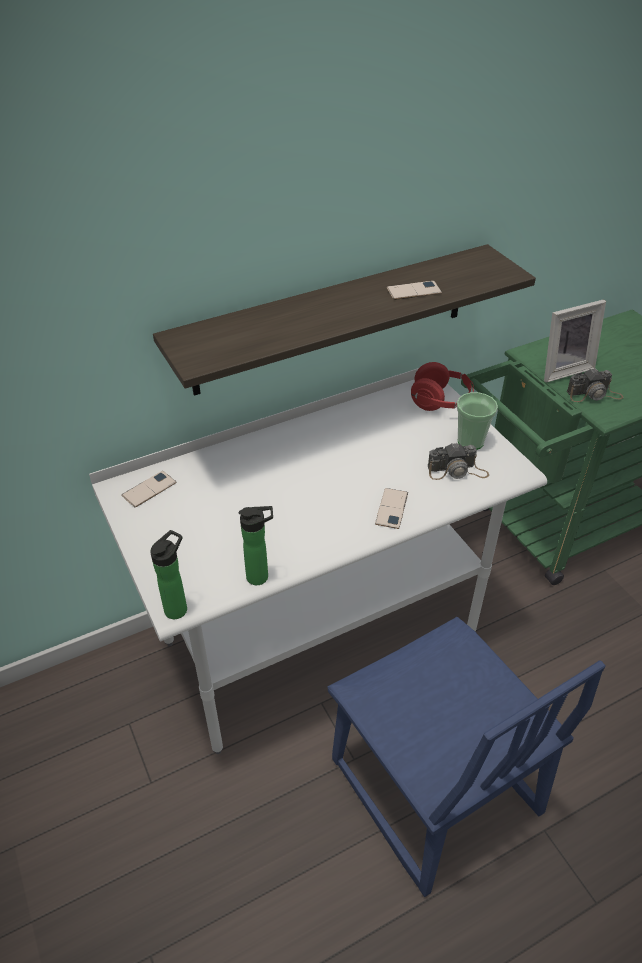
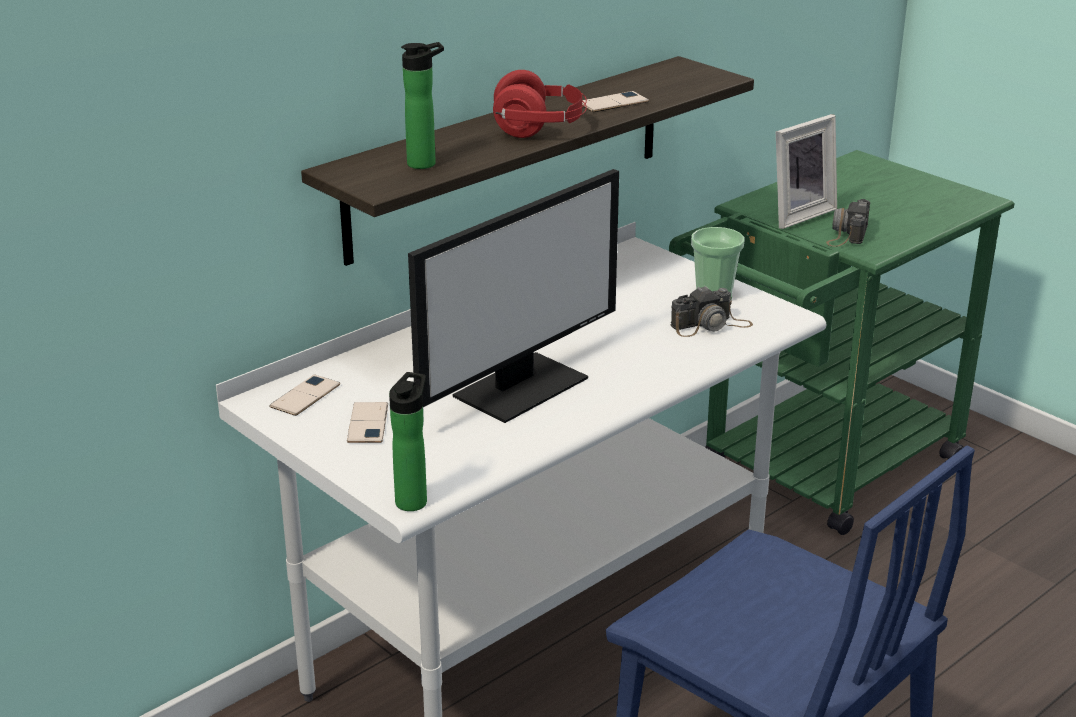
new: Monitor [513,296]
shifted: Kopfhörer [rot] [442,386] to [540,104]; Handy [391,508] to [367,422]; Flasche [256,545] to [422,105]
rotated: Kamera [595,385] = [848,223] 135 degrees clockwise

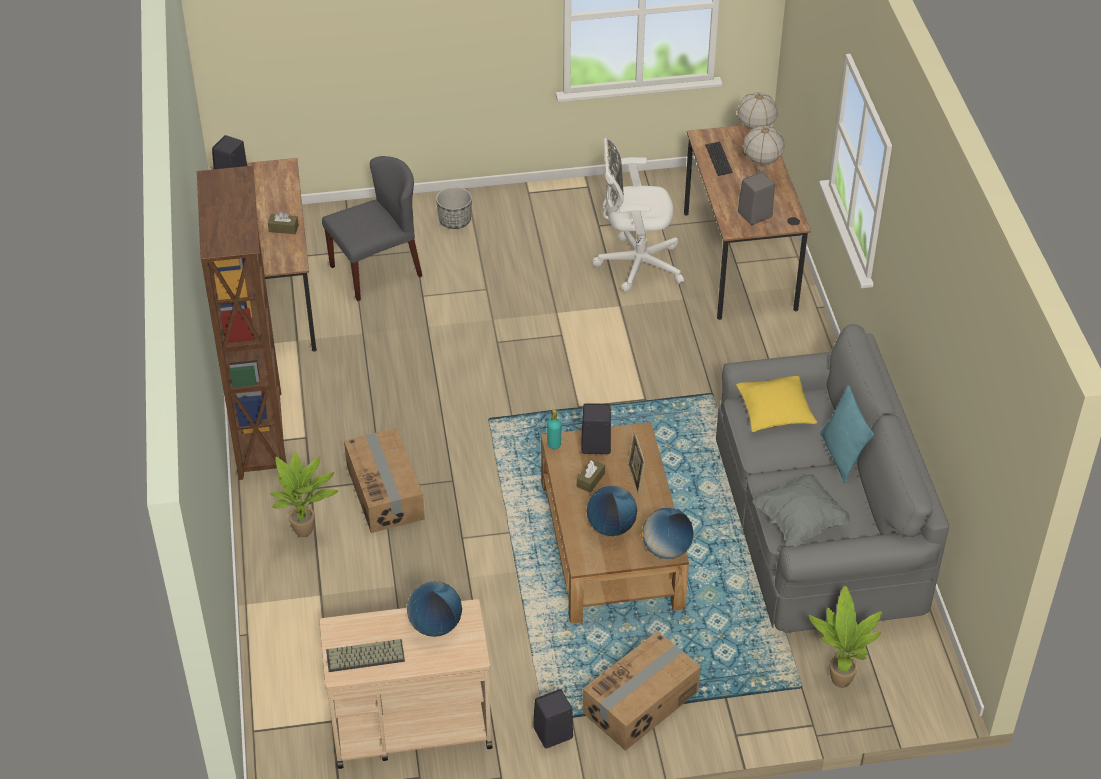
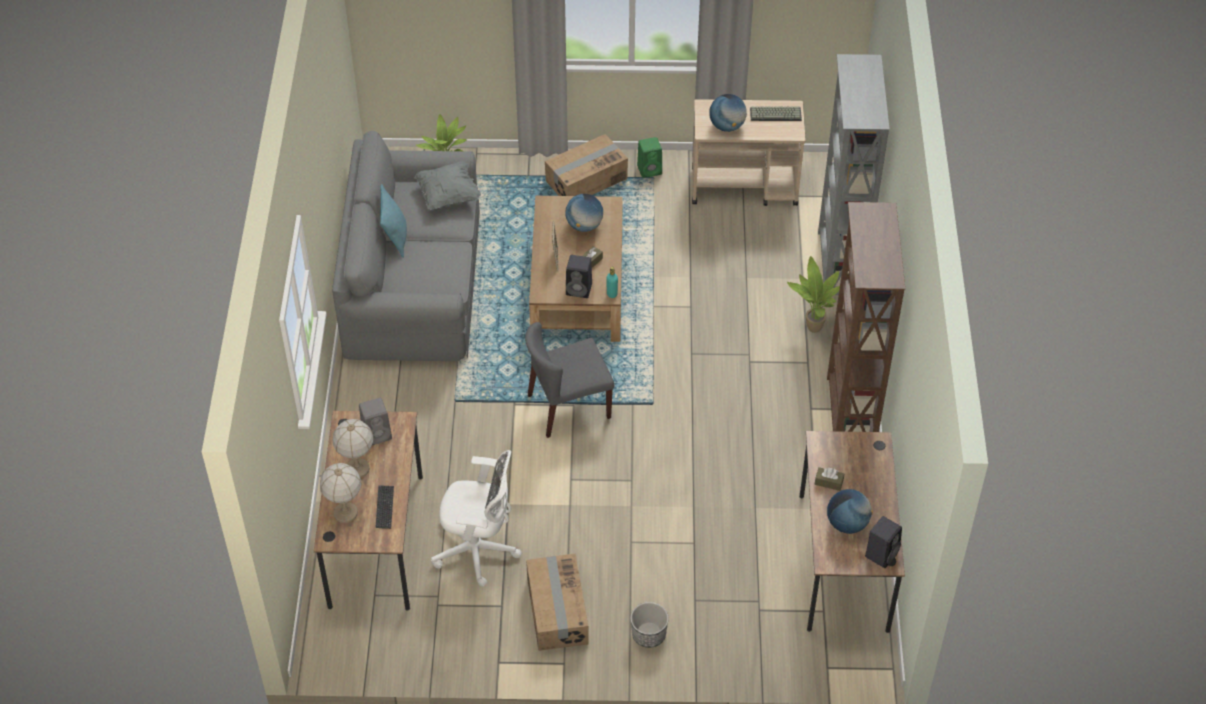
gone: Kissen [gelb] [776,404]
new: Bücherregal [grau] [854,174]
shifted: Stuhl [grau] [372,228] to [569,380]; Karton [384,480] to [557,602]; Globus [667,533] to [850,511]
repainted: Lautsprecher [schwarz] [553,718] to Lautsprecher [grün] [649,157]

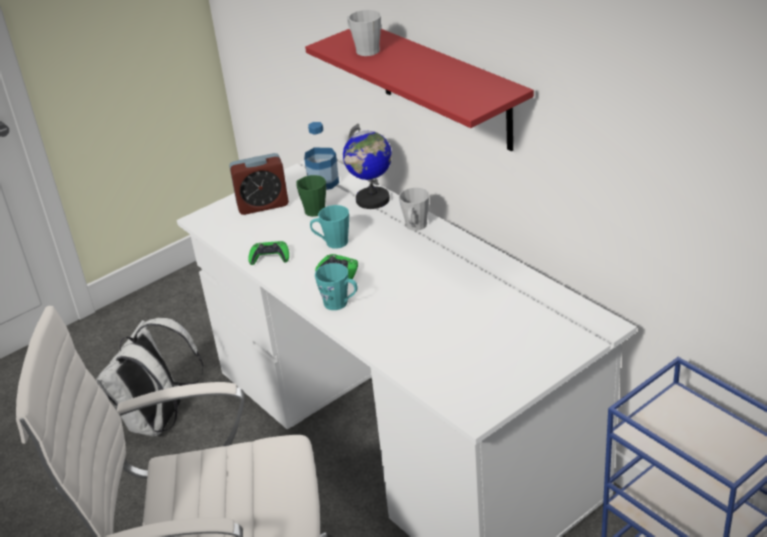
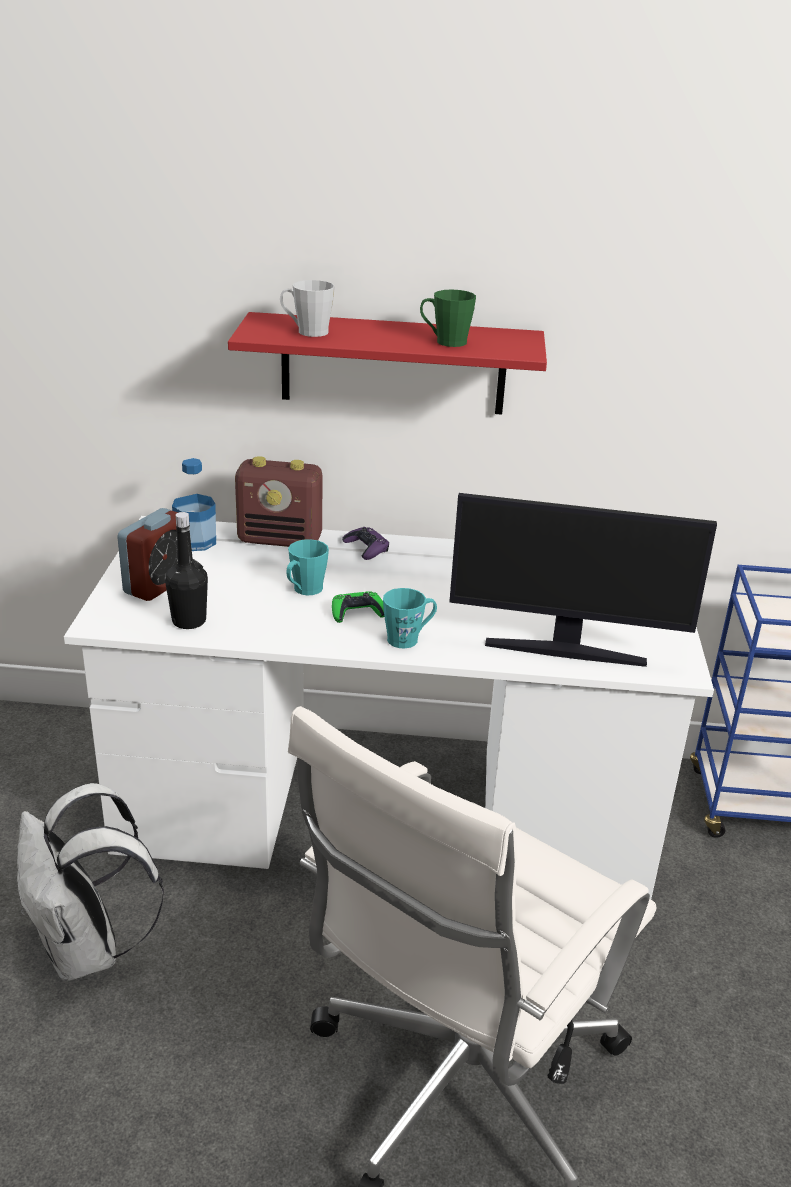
gone: Gamepad [grün] [268,253]
new: Monitor [583,580]; Flasche [schwarz] [186,570]
shifted: Henkelbecher [grün] [311,196] to [448,318]
swapped: Globus [367,166] to Radio [279,501]; Henkelbecher [grau] [414,209] to Gamepad [lila] [365,543]

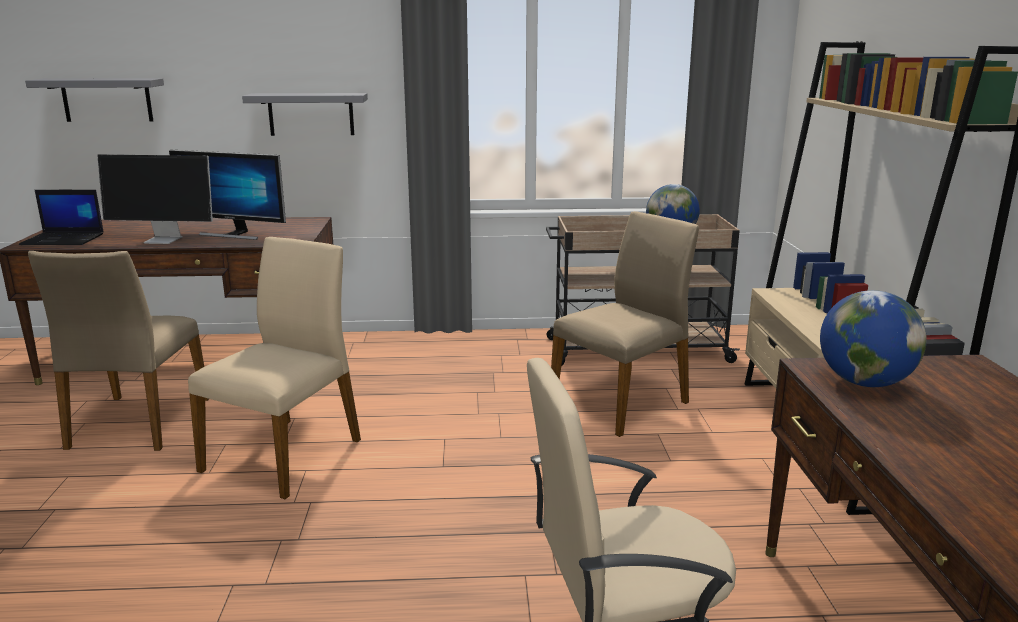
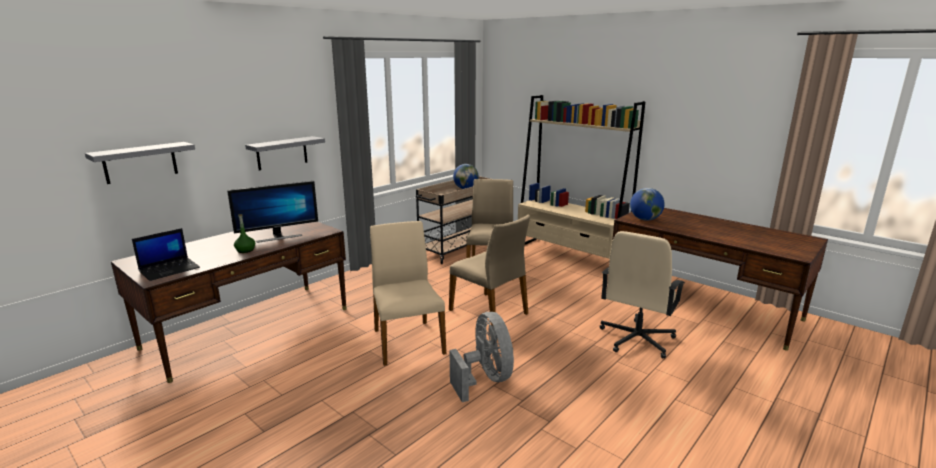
new: Ventilator [grau] [482,357]
shifted: Stuhl [beige] [118,351] to [489,270]
swapped: Monitor [155,199] to Flasche [grün] [244,233]

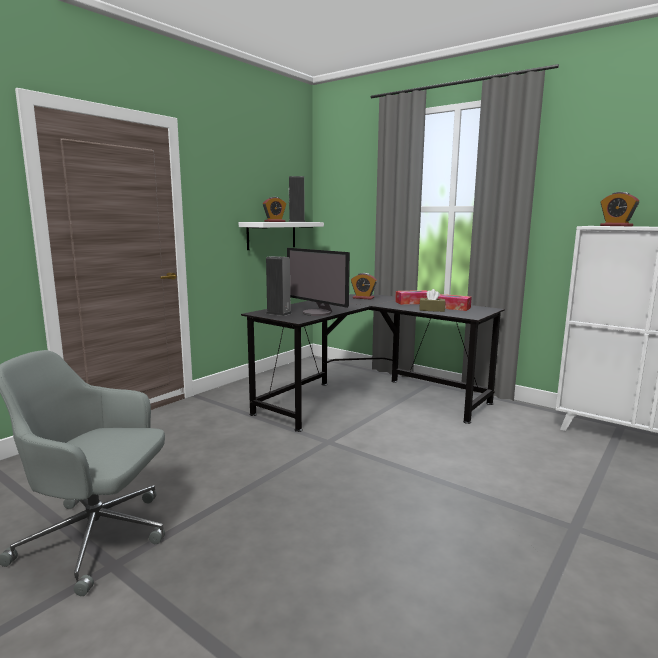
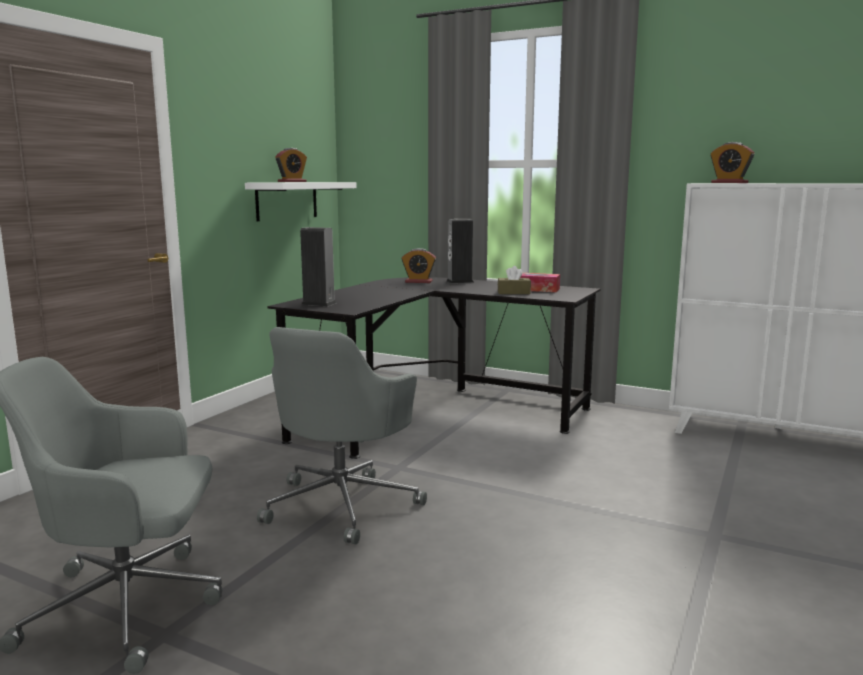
gone: Monitor [318,282]; Taschentuchbox [411,297]
new: Bürostuhl [grau] [342,435]
shifted: Lautsprecher [297,199] to [460,251]

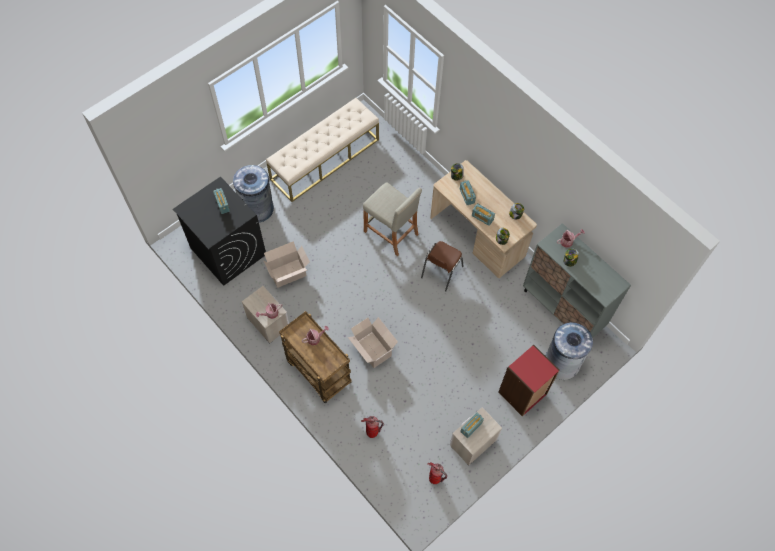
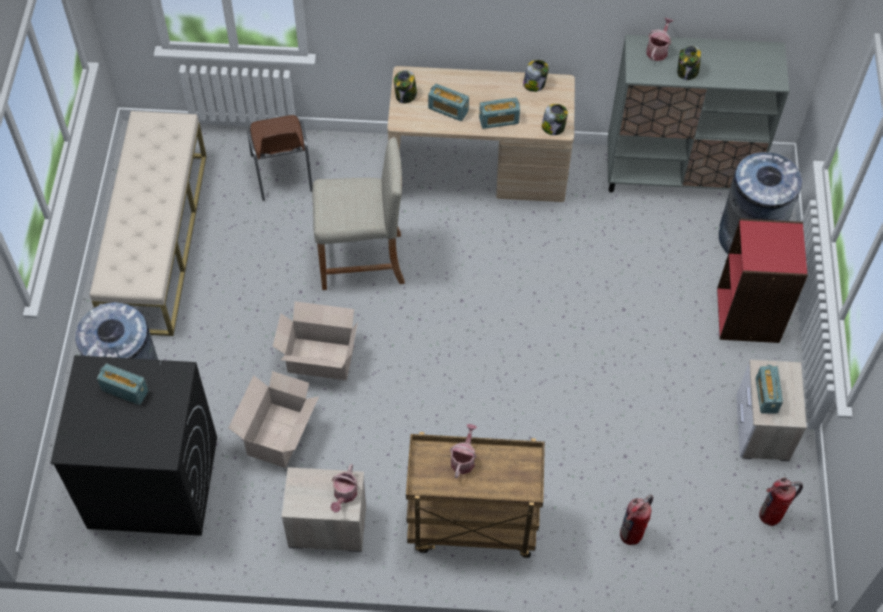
shifted: Stuhl [braun] [442,266] to [279,158]; Karton [373,342] to [315,340]

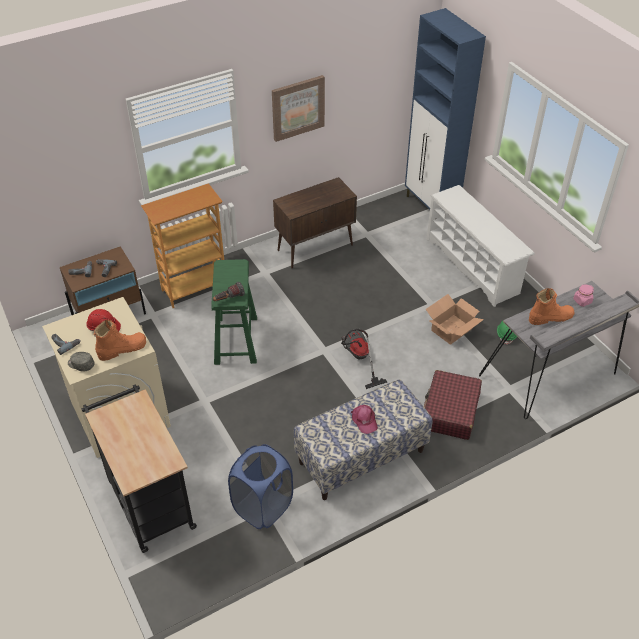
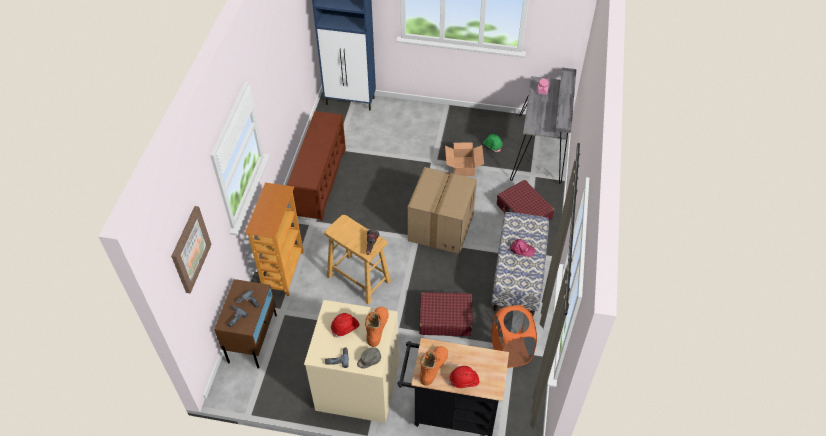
gone: Schuhregal [weiß] [481,246]
new: Koffer [rot] [446,314]; Schutzhelm [rot] [464,377]
shifted: Bild [298,108] to [191,250]; Stiefel [orange] [551,306] to [433,366]
swapped: Schrank [braun] [315,223] to Schuhregal [braun] [316,166]; Staubsauger [364,359] to Karton [442,210]
repainted: Hocker [grün] [234,312] to Hocker [beige] [357,260]; Wäschekorb [blau] [260,486] to Wäschekorb [orange] [514,336]

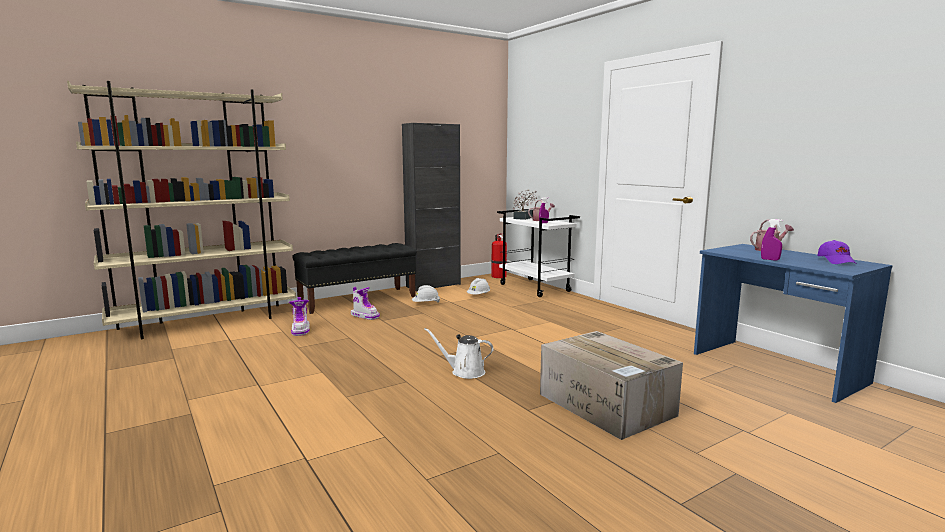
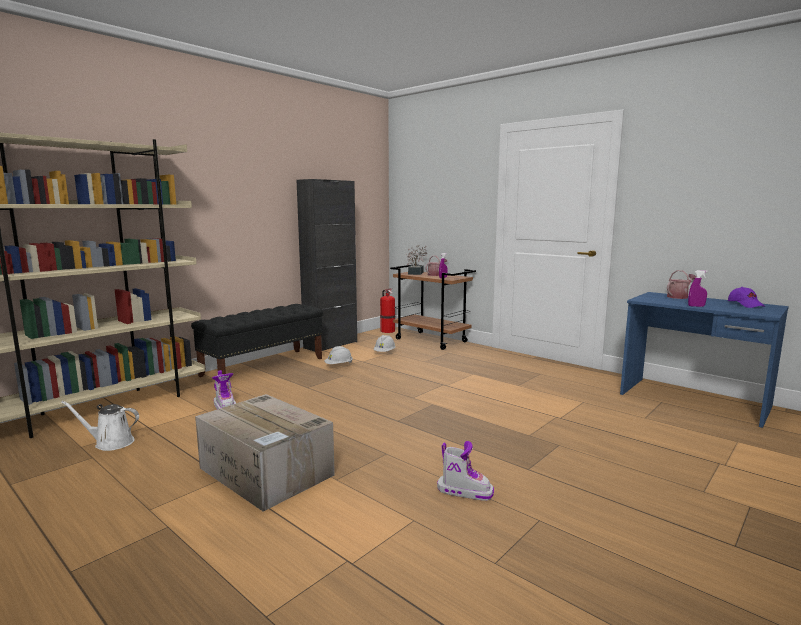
shifted: Stiefel [365,303] to [465,471]; Gießkanne [weiß] [459,353] to [100,426]; Karton [611,385] to [265,453]
repainted: Rollwagen [weiß] [538,253] to Rollwagen [braun] [433,307]

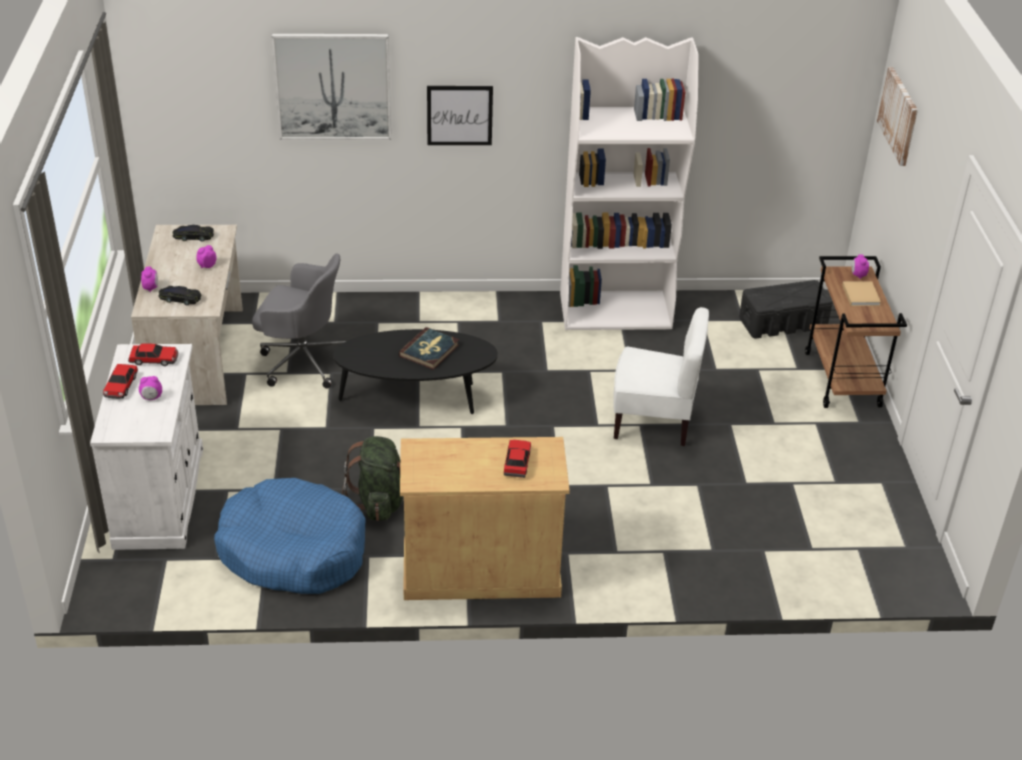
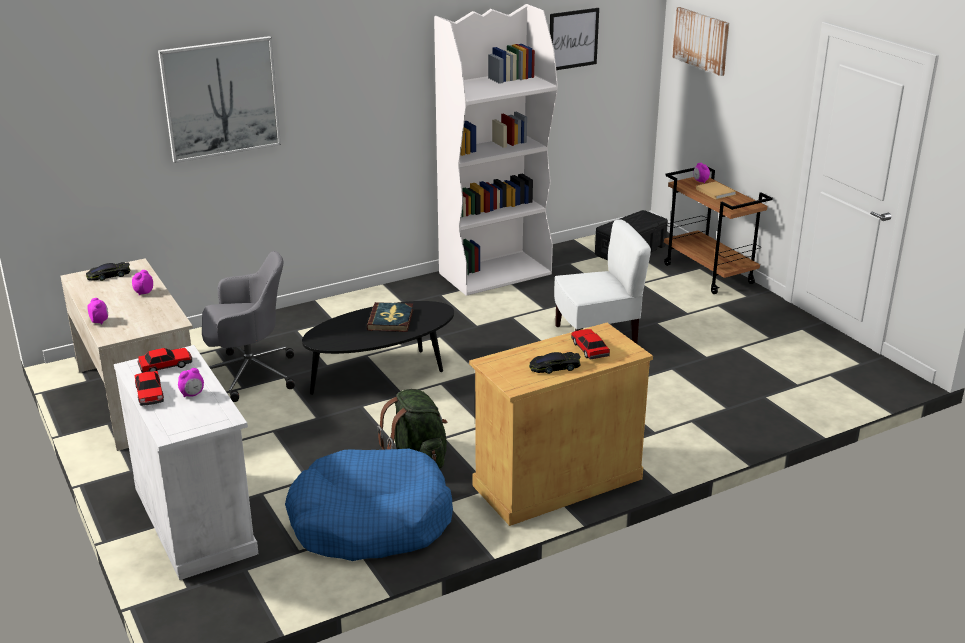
shifted: Bild [460,115] to [574,39]; Spielzeugauto [schwarz] [179,295] to [555,363]

